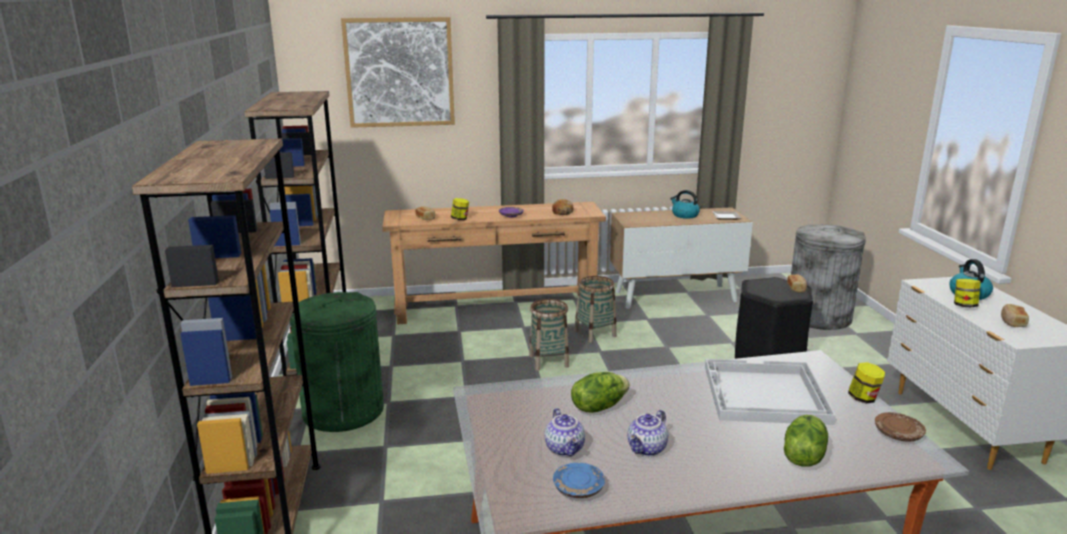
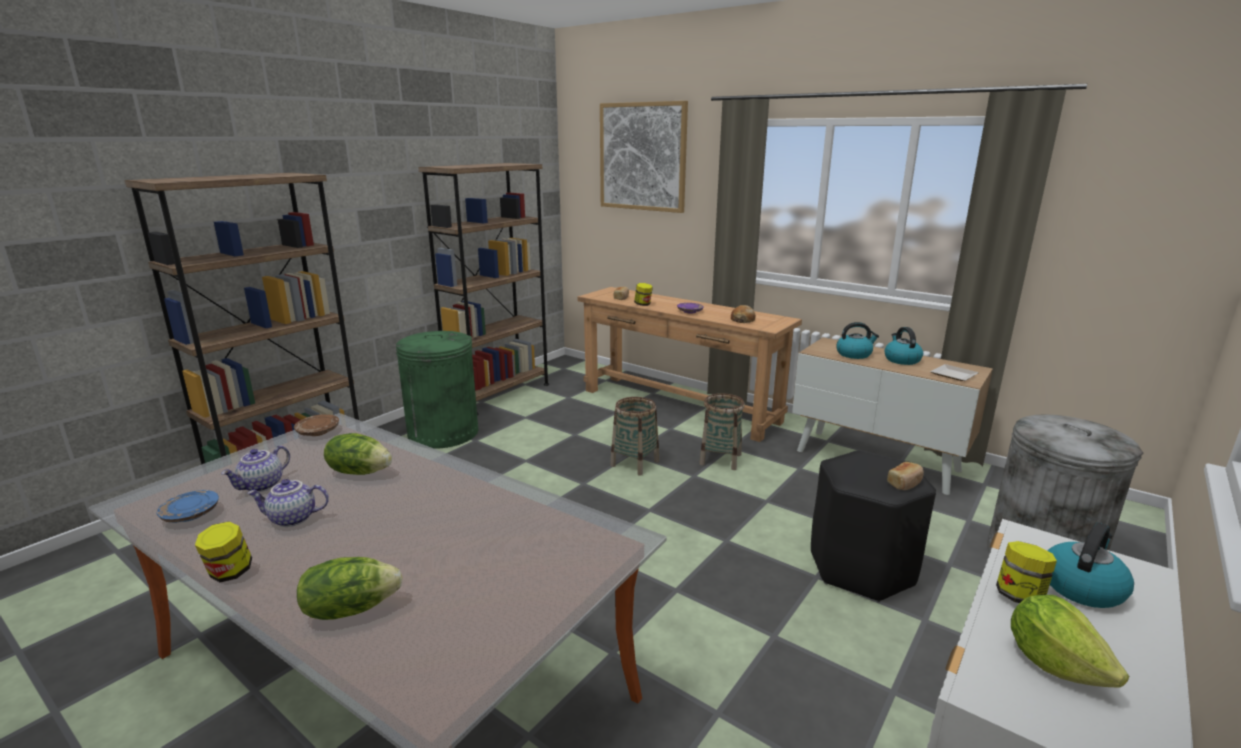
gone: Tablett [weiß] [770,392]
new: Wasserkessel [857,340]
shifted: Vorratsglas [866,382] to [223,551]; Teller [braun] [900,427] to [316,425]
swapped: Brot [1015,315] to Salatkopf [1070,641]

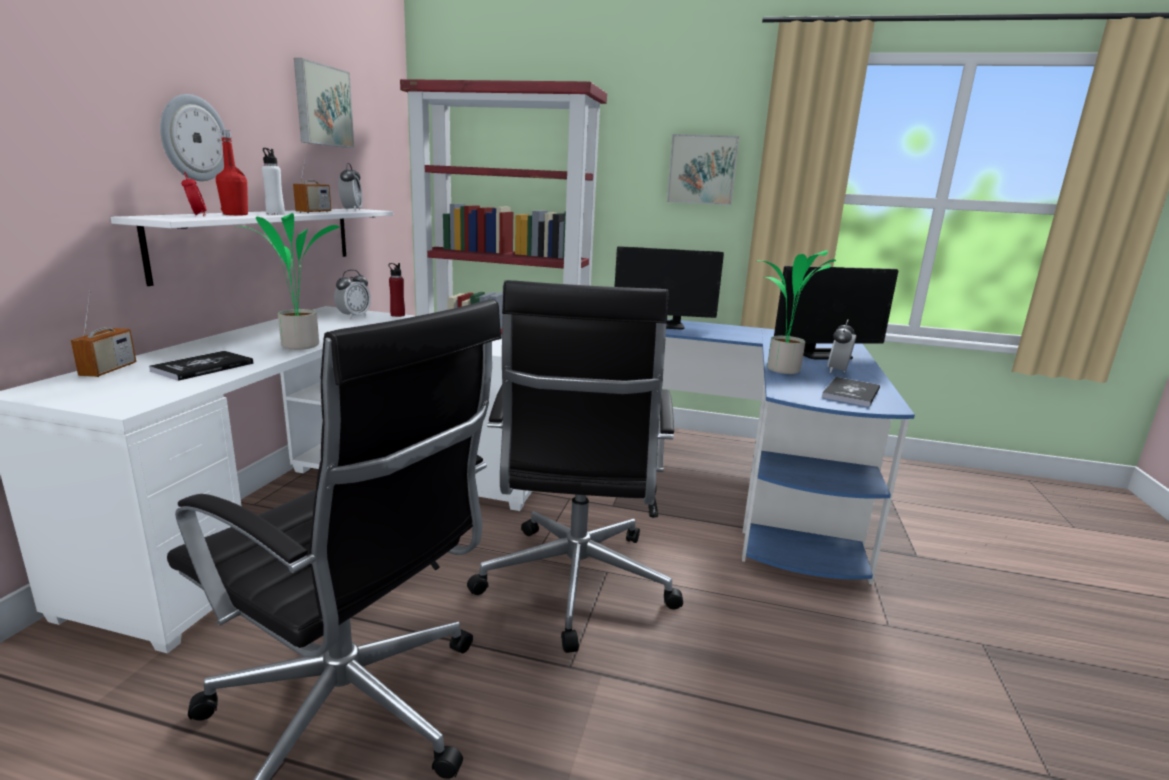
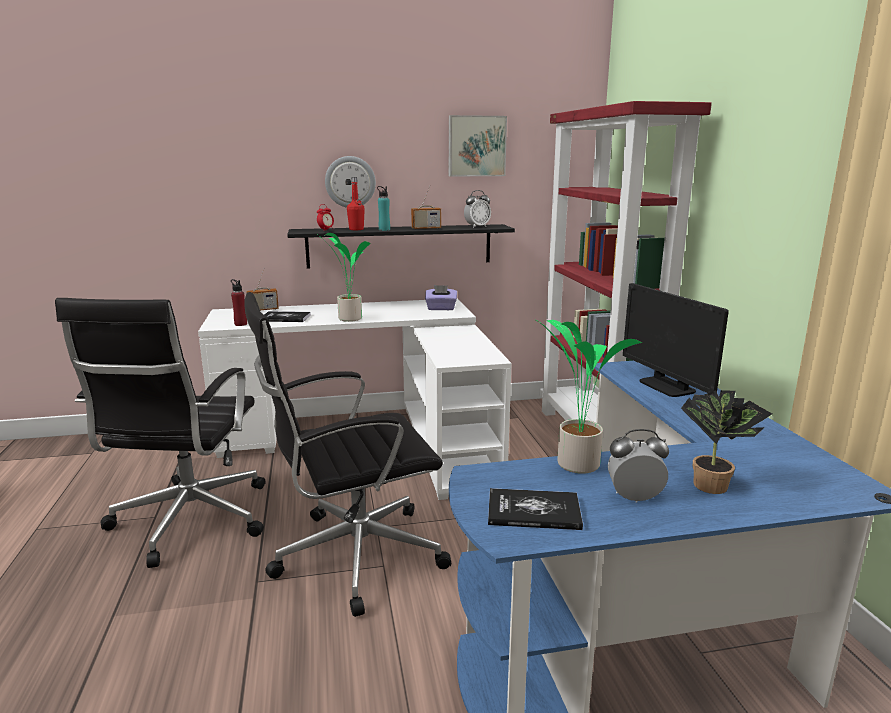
gone: Bild [703,169]
shifted: Flasche [rot] [396,290] to [239,302]
swapped: Monitor [836,312] to Topfpflanze [726,442]; Wecker [352,294] to Taschentuchbox [lila] [441,297]
repainted: Flasche [weiß] [273,181] to Flasche [türkis] [383,208]; Wandregal [weiß] [251,247] to Wandregal [schwarz] [401,246]

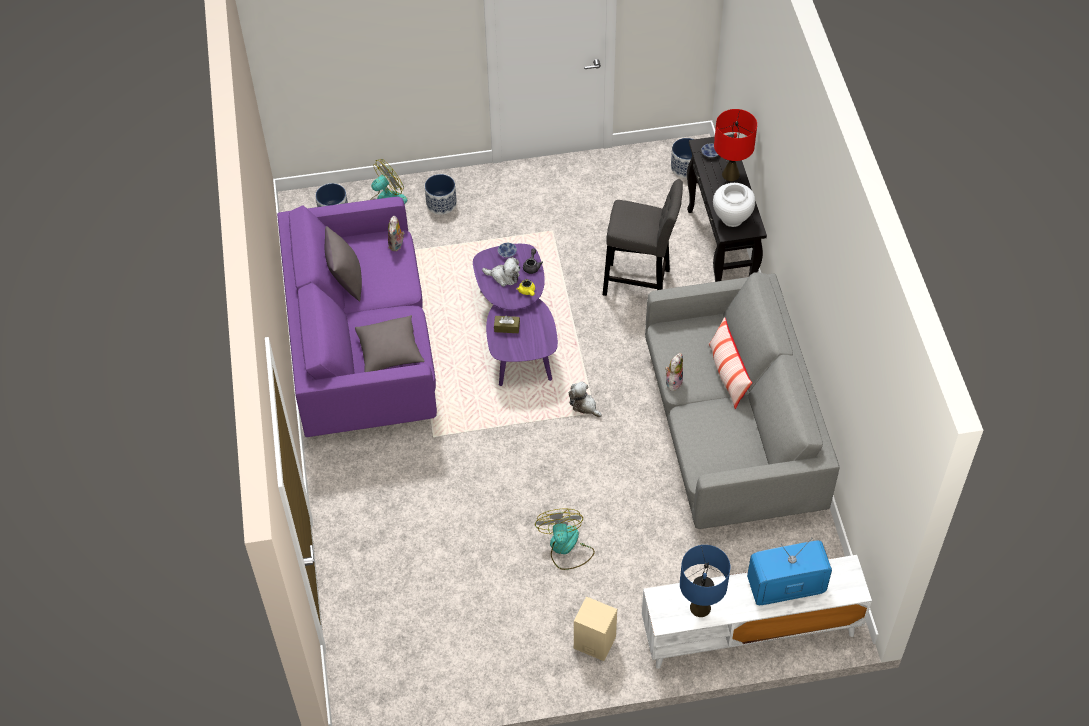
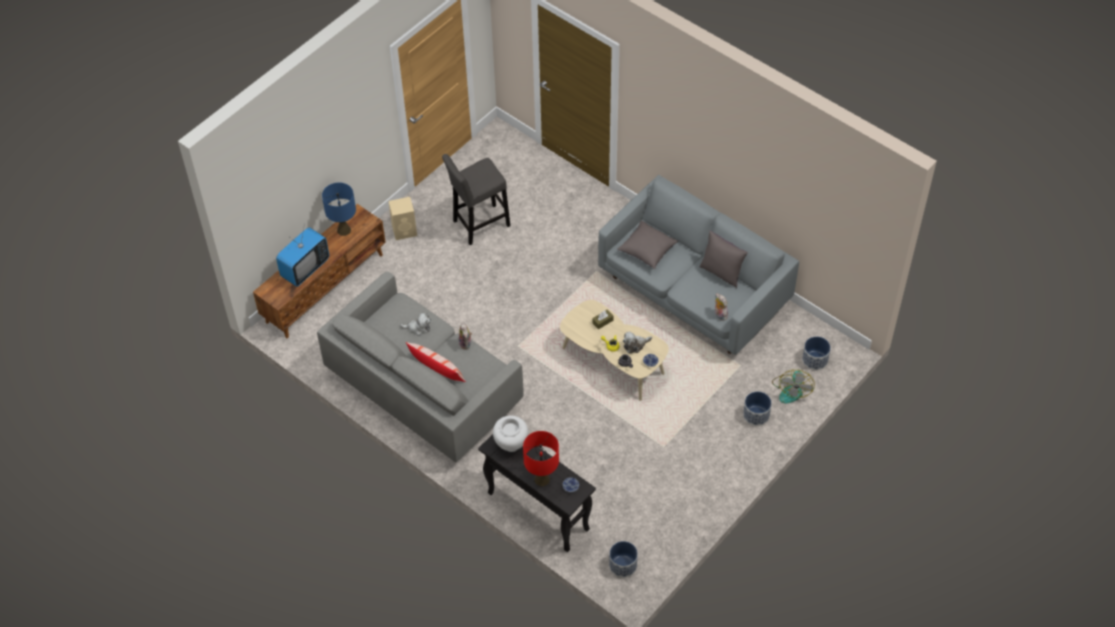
gone: Ventilator [565,539]
shifted: Hocker [grau] [643,237] to [476,199]; Plüschtier [585,399] to [415,324]
repainted: Sofa [lila] [357,317] to Sofa [grau] [698,265]; Couchtisch [lila] [515,315] to Couchtisch [beige] [614,350]; Fernsehschrank [weiß] [757,612] to Fernsehschrank [braun] [319,271]

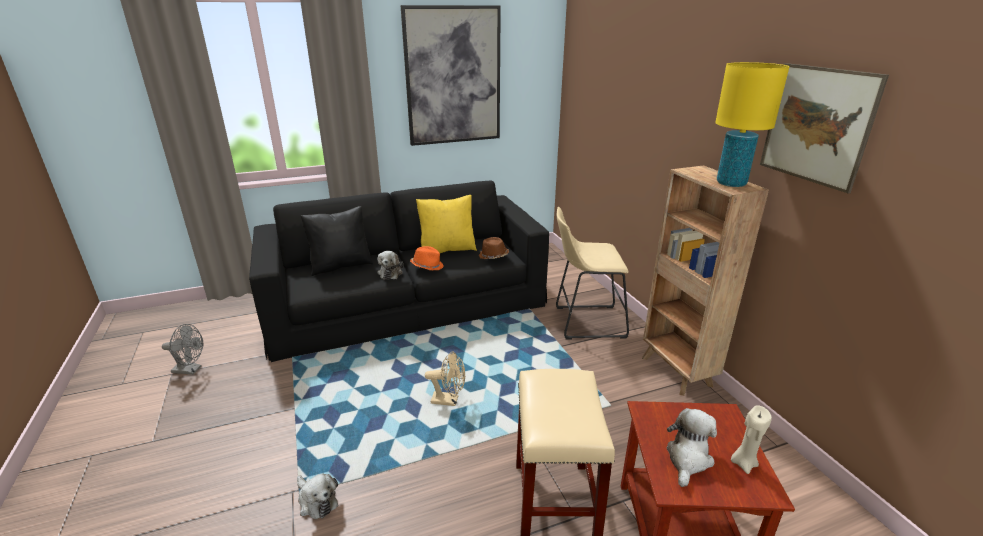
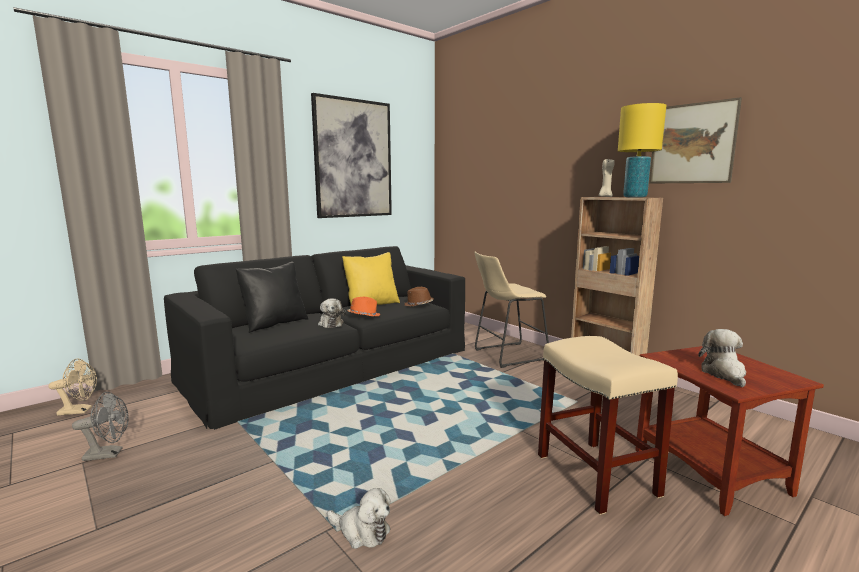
shifted: Ventilator [beige] [445,378] to [72,387]; Kerze [beige] [751,439] to [607,178]

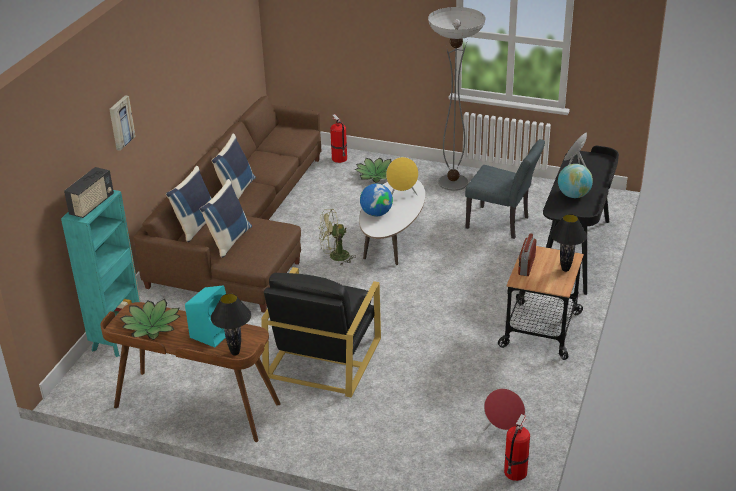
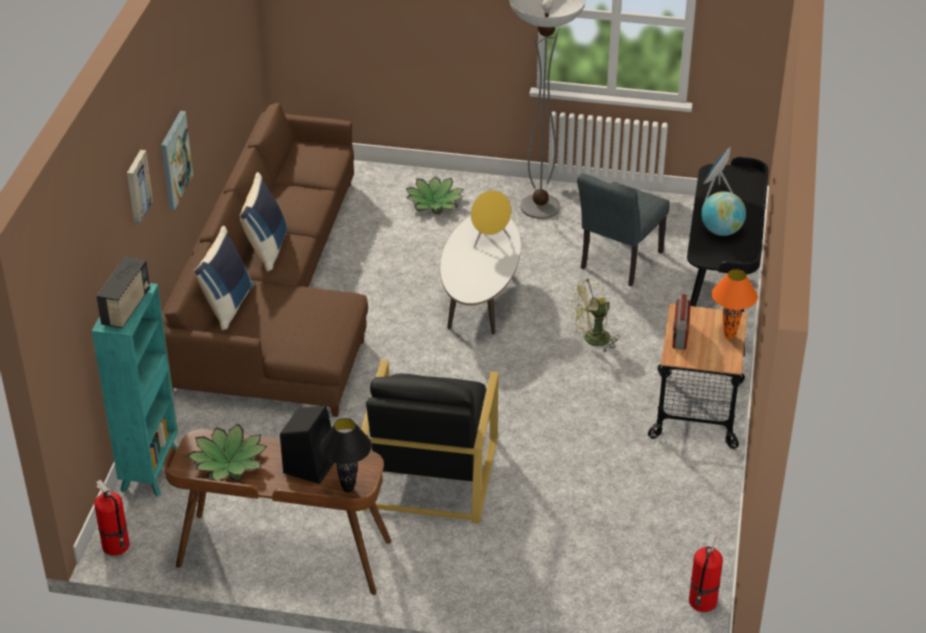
gone: Kissen [blau] [226,218]; Globus [376,200]; Lautsprecher [rot] [504,409]
new: Bild [177,160]
shifted: Feuerlöscher [338,138] to [112,517]; Ventilator [grün] [337,237] to [594,315]
repainted: Tischlampe [schwarz] [569,243] to Tischlampe [orange] [735,304]; Lautsprecher [türkis] [205,316] to Lautsprecher [schwarz] [307,444]
rotated: Stuhl [grau] [505,189] = [623,229] 105 degrees clockwise

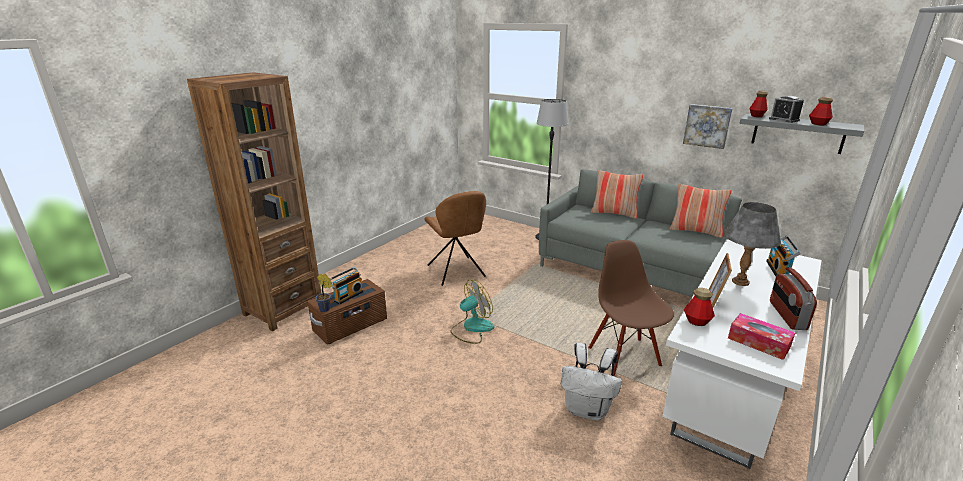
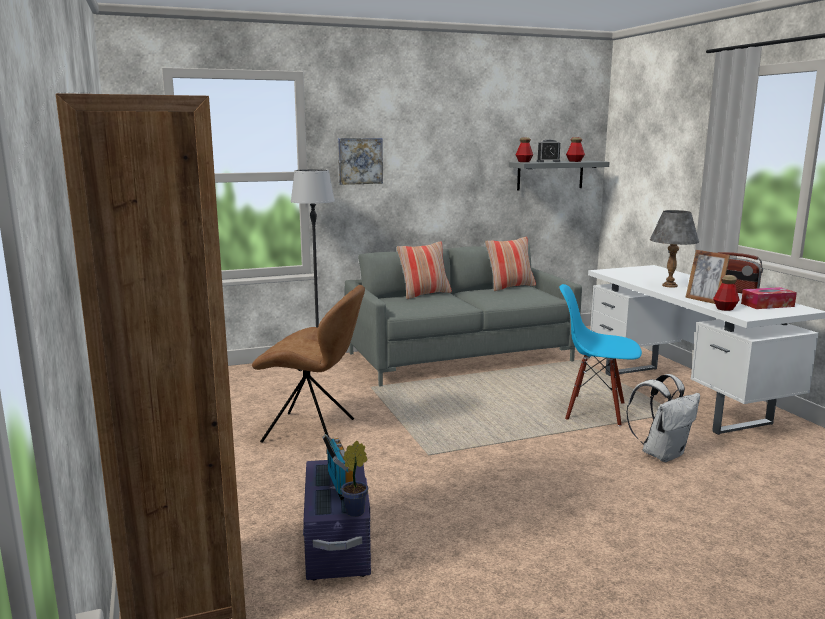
gone: Radio [783,255]; Ventilator [472,312]
shifted: Bild [708,126] to [360,161]
repainted: Stuhl [braun] [631,308] to Stuhl [blau] [600,355]; Aufbewahrungsbox [braun] [347,312] to Aufbewahrungsbox [lila] [337,520]

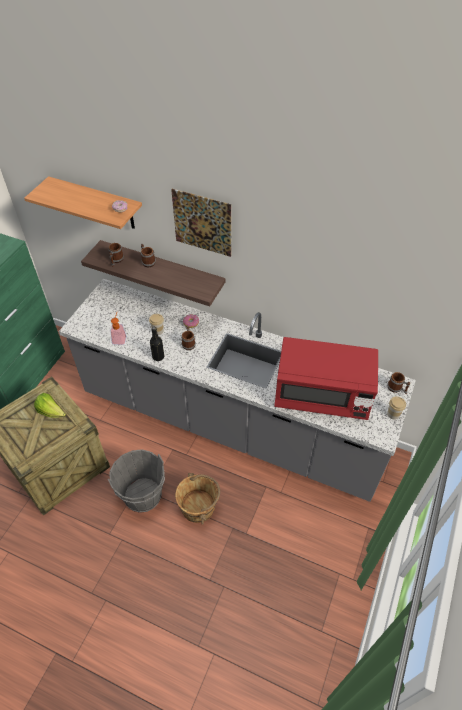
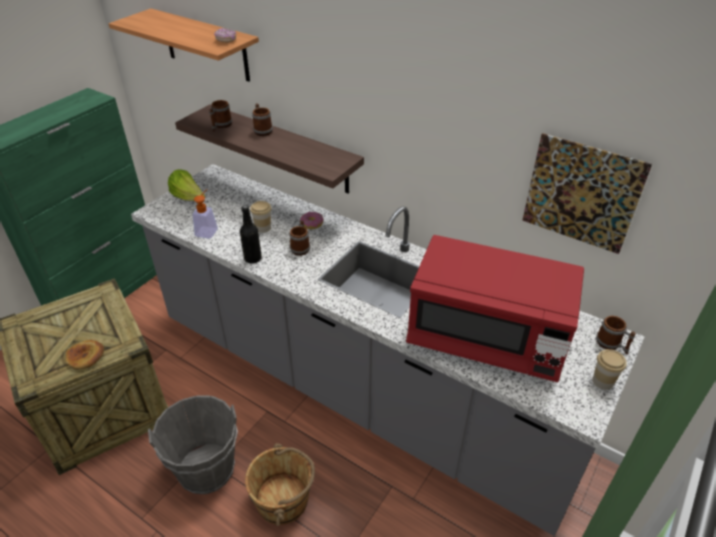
new: Brot [84,355]
shifted: Bild [201,223] to [587,193]; Salatkopf [50,405] to [186,185]

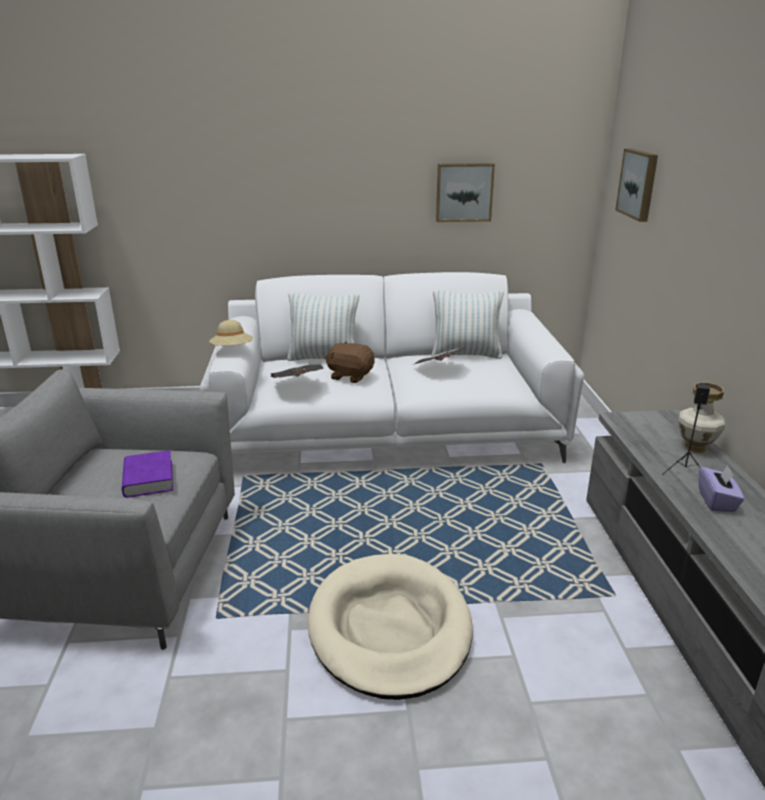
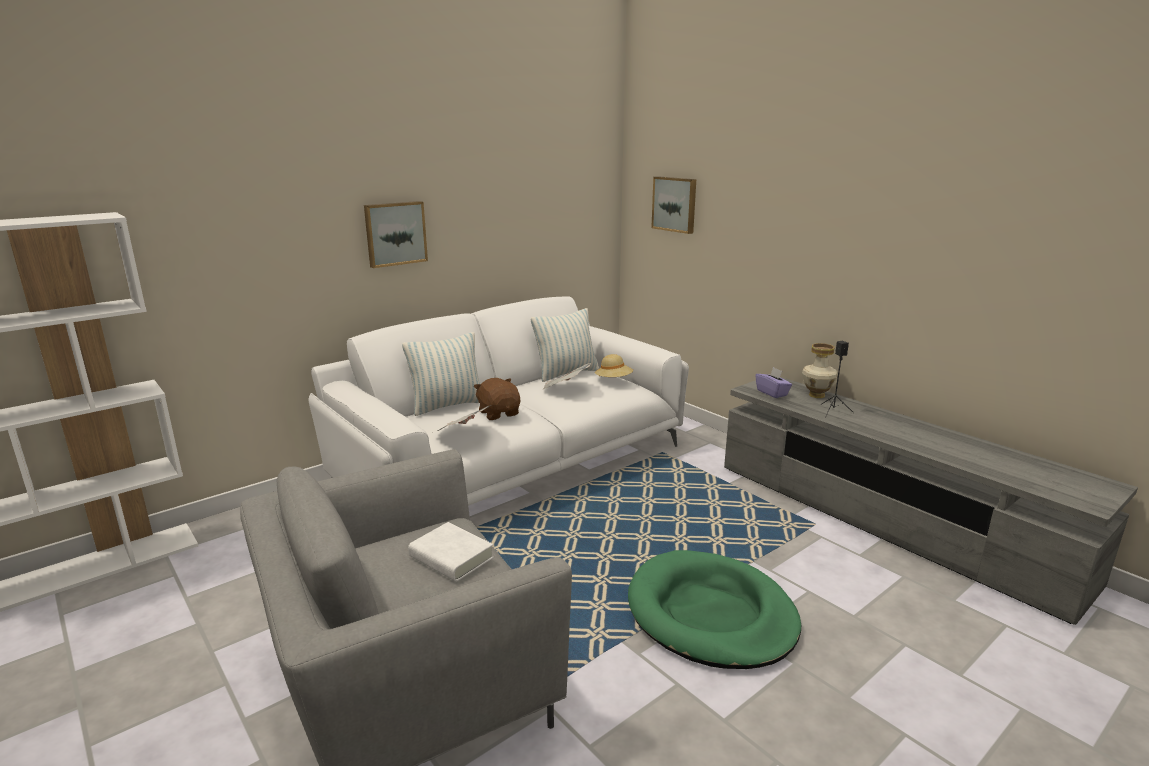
shifted: Bild [465,192] to [396,234]; Hut [beige] [231,333] to [614,365]; Taschentuchbox [lila] [721,488] to [773,382]
repainted: Buch [lila] [147,474] to Buch [weiß] [451,552]; Hundebett [beige] [390,627] to Hundebett [grün] [714,609]
rotated: Plüschtier [braun] [350,362] = [497,399] 75 degrees clockwise

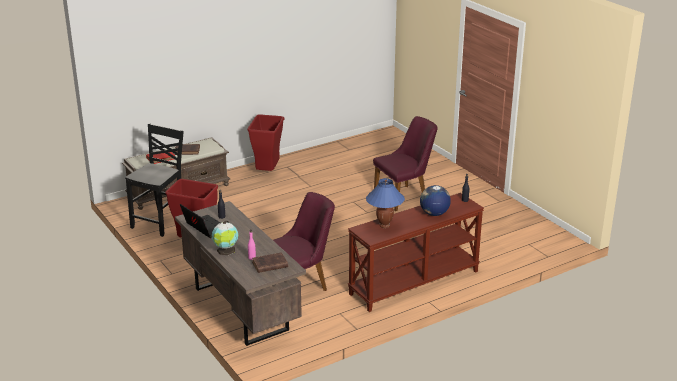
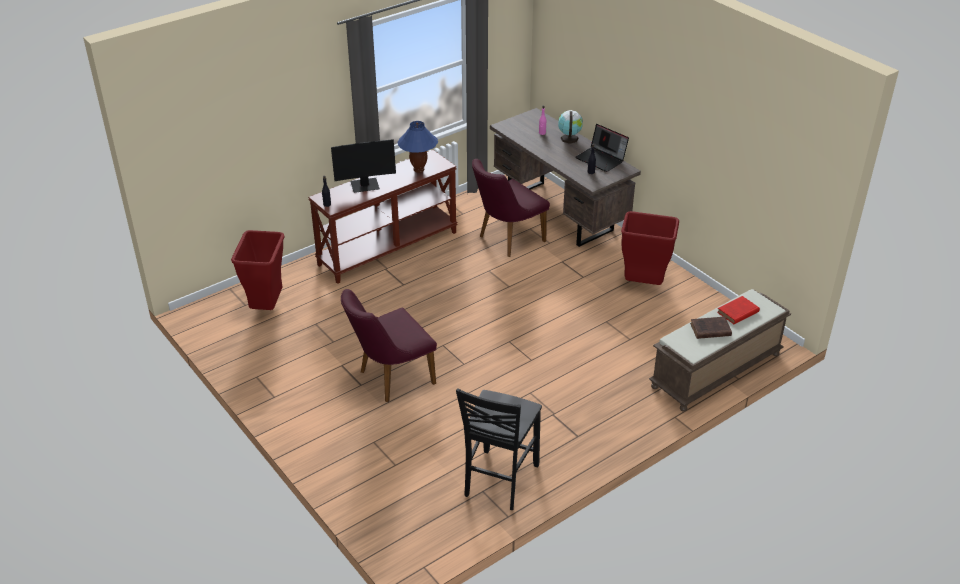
gone: Buch [braun] [270,262]
shifted: Mülleimer [rot] [265,142] to [258,270]; Stuhl [schwarz] [154,180] to [499,449]
swapped: Globus [435,200] to Monitor [363,166]

